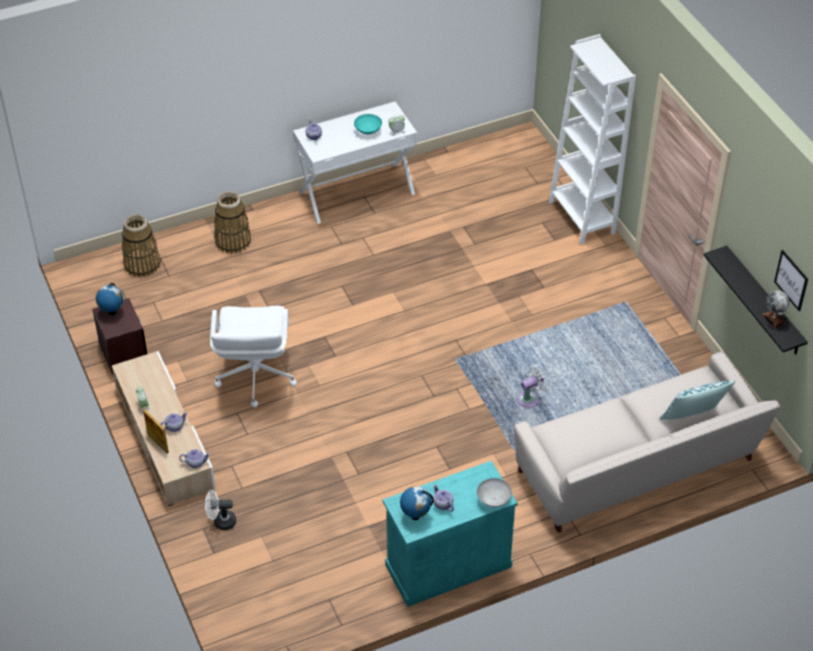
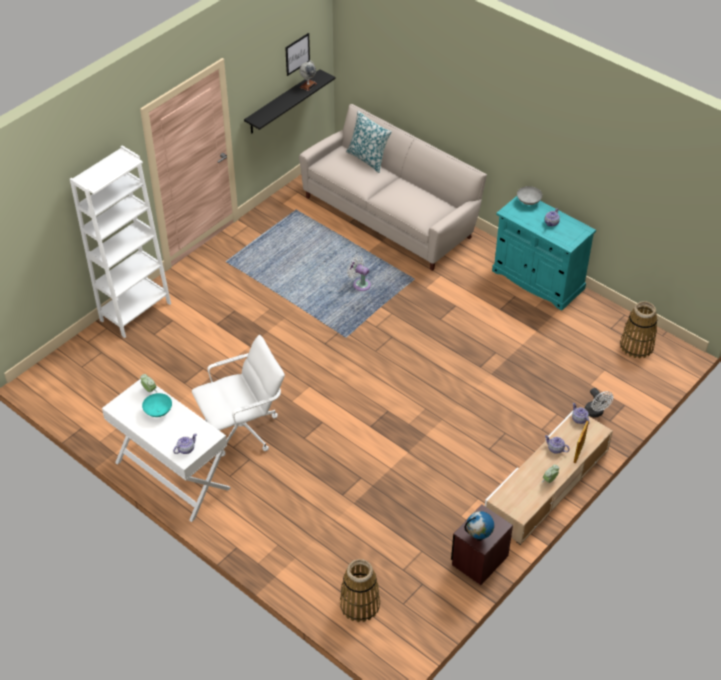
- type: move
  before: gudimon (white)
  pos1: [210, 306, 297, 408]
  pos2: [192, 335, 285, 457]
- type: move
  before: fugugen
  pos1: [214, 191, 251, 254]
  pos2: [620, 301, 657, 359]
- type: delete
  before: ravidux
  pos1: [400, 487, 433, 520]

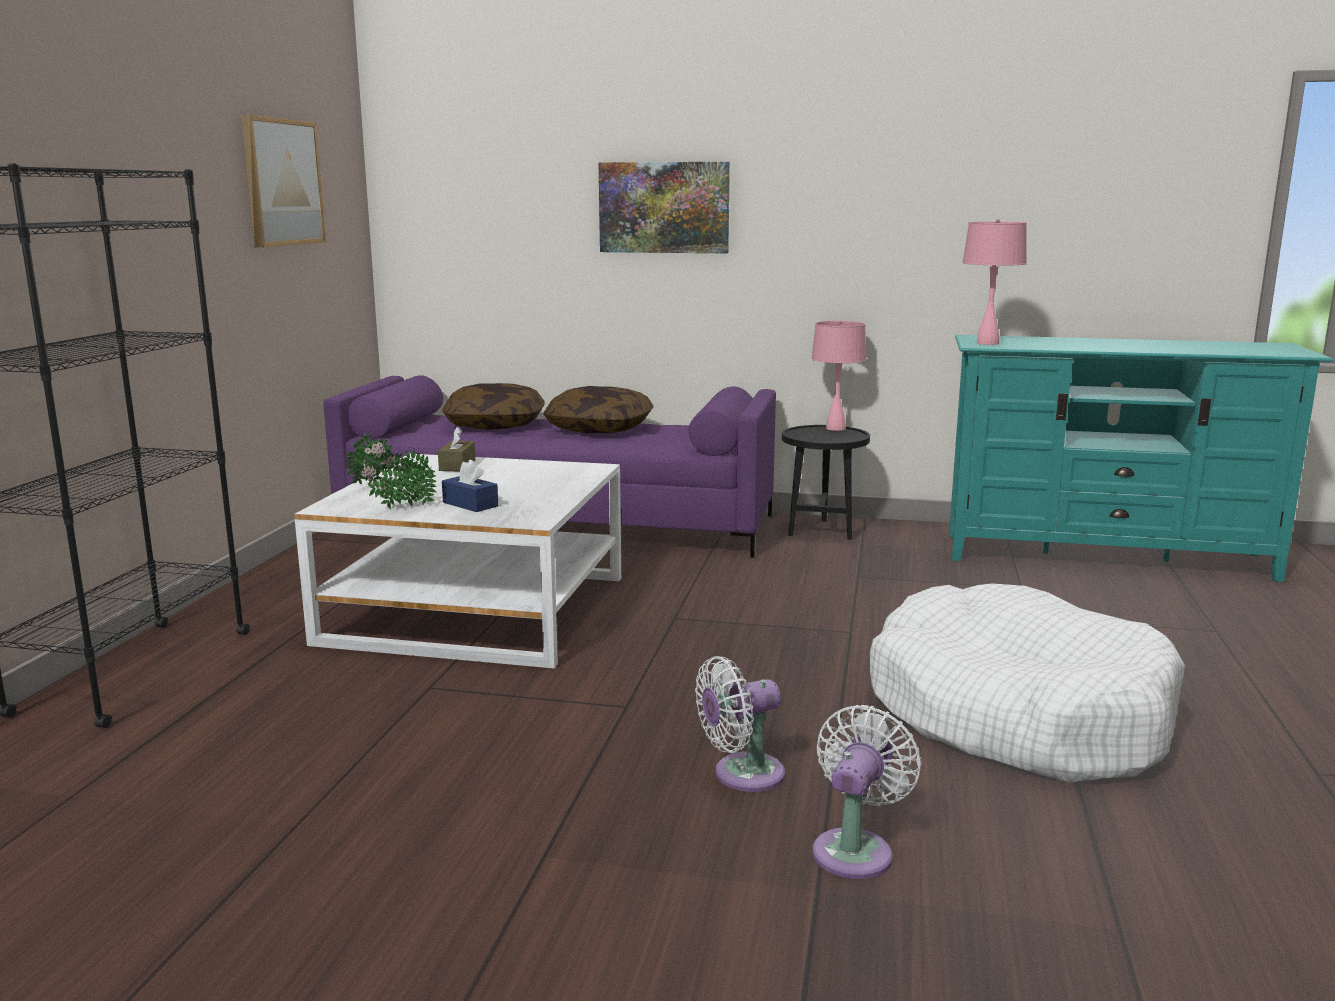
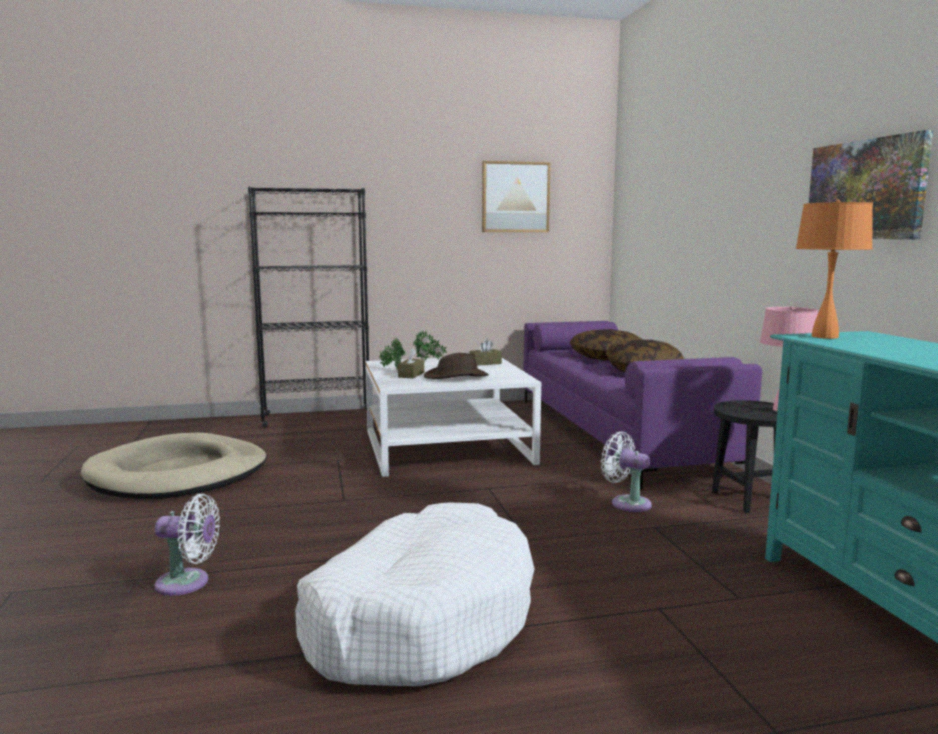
- type: recolor
  before: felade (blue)
  after: felade (brown)
  pos1: [442, 460, 498, 512]
  pos2: [398, 349, 424, 379]
- type: move
  before: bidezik
  pos1: [599, 162, 730, 253]
  pos2: [809, 130, 933, 239]
- type: move
  before: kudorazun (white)
  pos1: [695, 656, 785, 792]
  pos2: [601, 432, 652, 512]
- type: recolor
  before: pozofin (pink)
  after: pozofin (orange)
  pos1: [962, 219, 1027, 345]
  pos2: [796, 200, 873, 339]
- type: insert
  after: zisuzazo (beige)
  pos2: [81, 433, 266, 499]
- type: insert
  after: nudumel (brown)
  pos2: [424, 353, 489, 379]

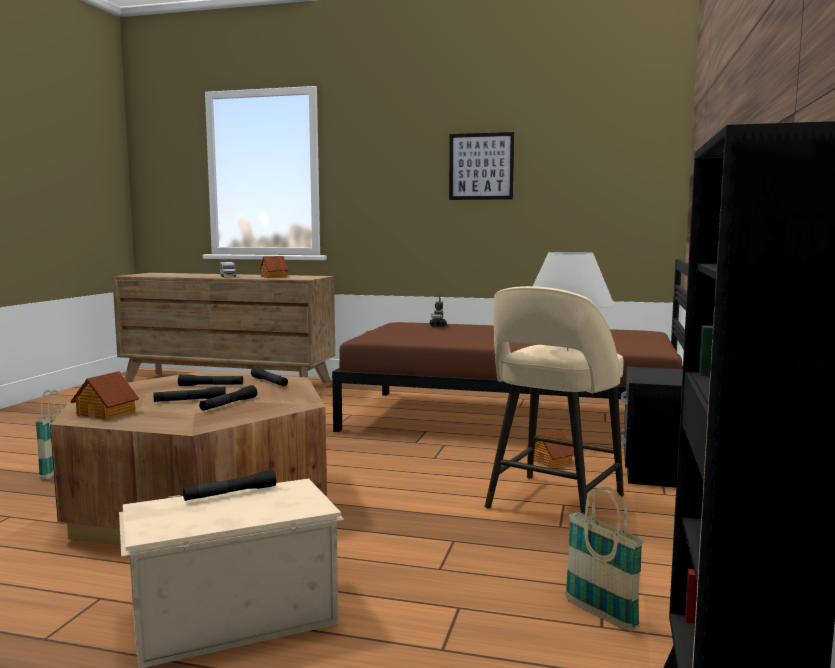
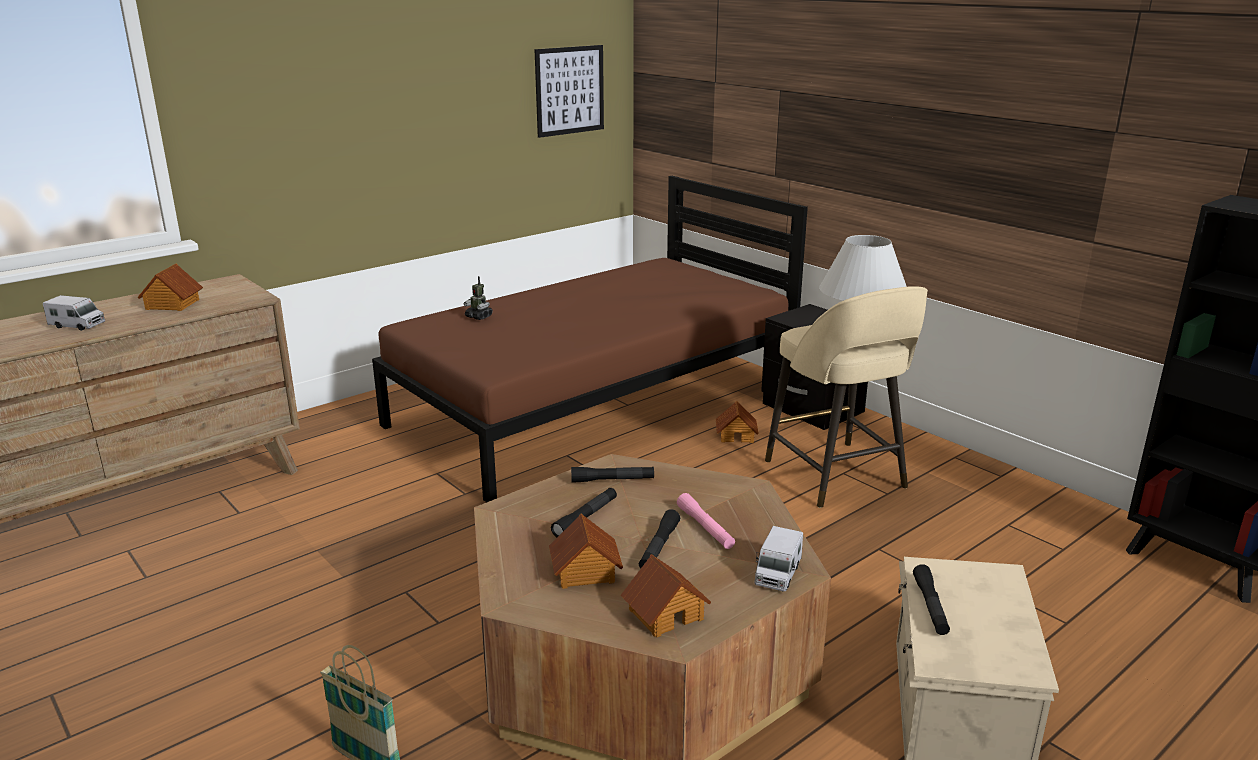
- type: recolor
  before: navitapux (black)
  after: navitapux (pink)
  pos1: [199, 385, 257, 411]
  pos2: [677, 493, 735, 549]
- type: move
  before: bidezik
  pos1: [449, 132, 514, 200]
  pos2: [535, 45, 604, 138]
- type: delete
  before: fugugen
  pos1: [565, 487, 644, 631]
- type: insert
  after: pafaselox
  pos2: [549, 514, 623, 589]
- type: insert
  after: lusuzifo
  pos2: [754, 526, 803, 592]

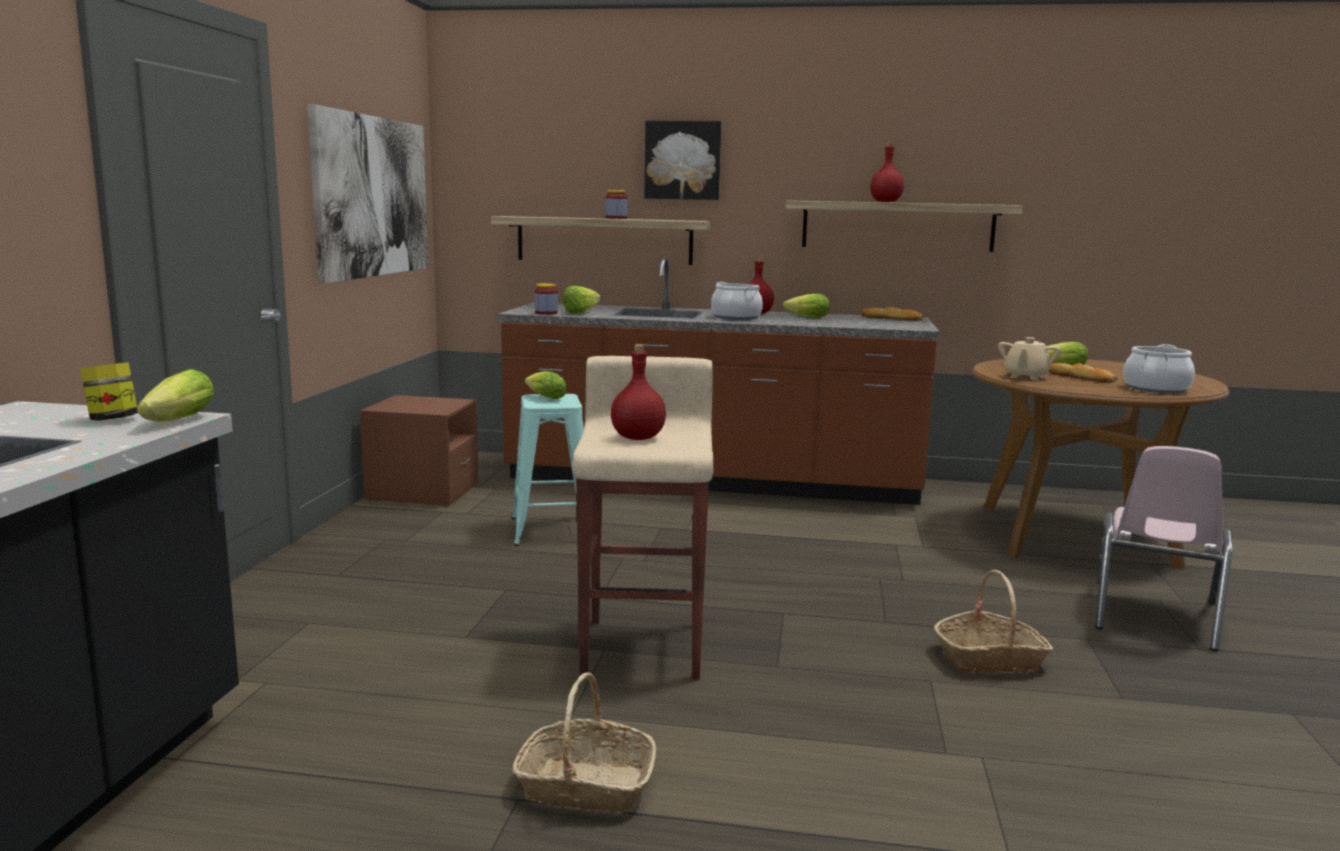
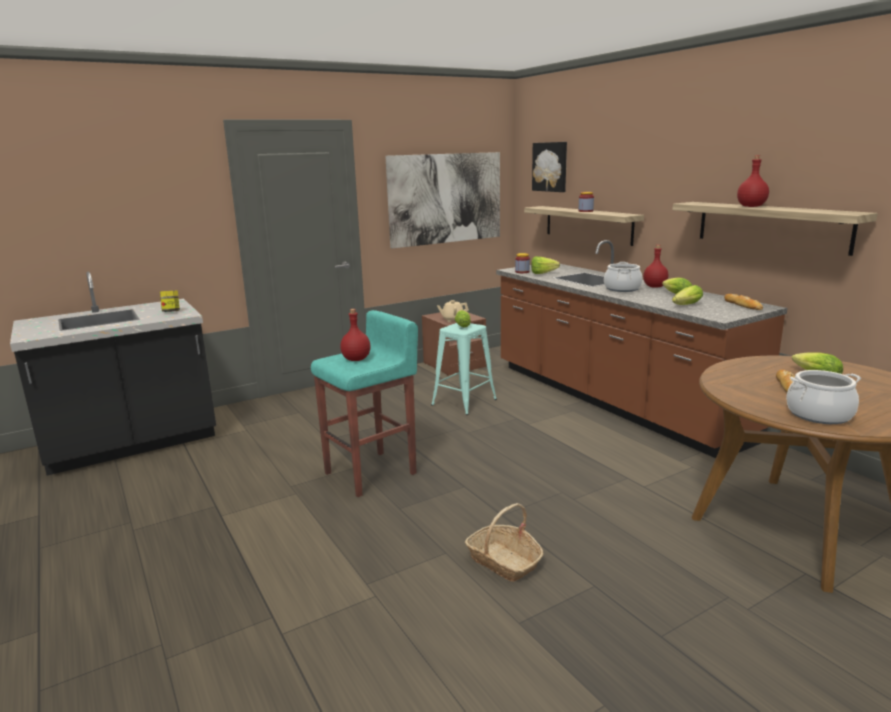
- type: move
  before: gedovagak
  pos1: [137, 369, 214, 421]
  pos2: [672, 285, 703, 305]
- type: delete
  before: fugugen
  pos1: [512, 672, 656, 814]
- type: recolor
  before: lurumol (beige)
  after: lurumol (turquoise)
  pos1: [573, 356, 713, 680]
  pos2: [311, 310, 418, 497]
- type: move
  before: bidezik
  pos1: [644, 121, 721, 200]
  pos2: [532, 142, 567, 192]
- type: move
  before: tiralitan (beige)
  pos1: [998, 337, 1061, 381]
  pos2: [437, 300, 469, 322]
- type: delete
  before: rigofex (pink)
  pos1: [1095, 446, 1233, 651]

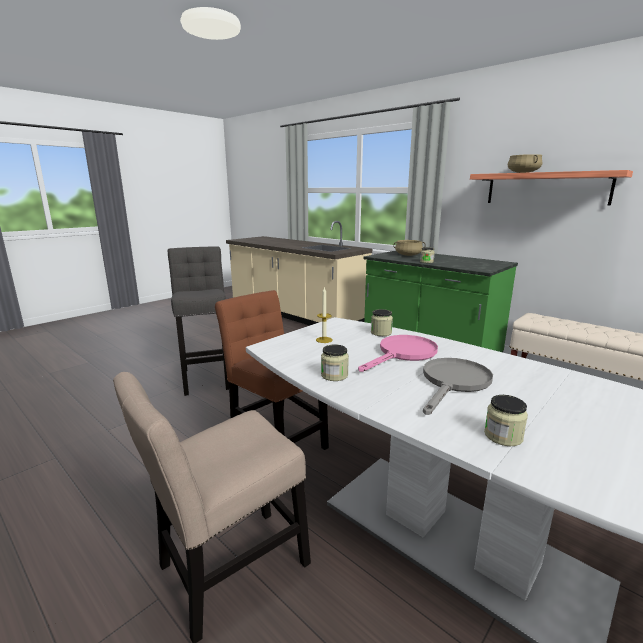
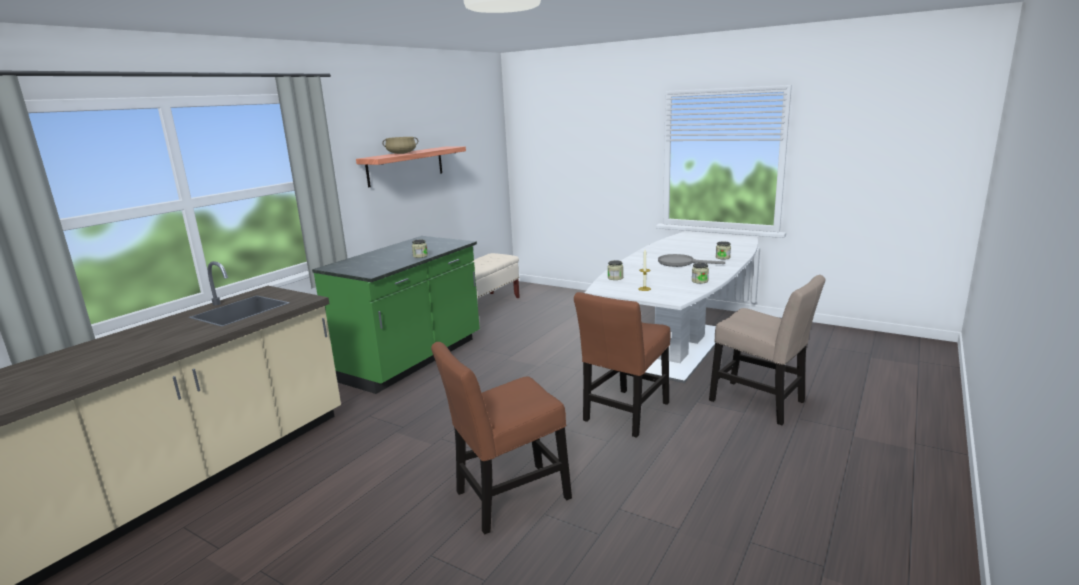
- type: replace
  before: lurumol (grey)
  after: rigofex (brown)
  pos1: [168, 247, 229, 396]
  pos2: [431, 342, 572, 535]
- type: delete
  before: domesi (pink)
  pos1: [358, 335, 438, 372]
- type: delete
  before: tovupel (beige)
  pos1: [393, 240, 426, 256]

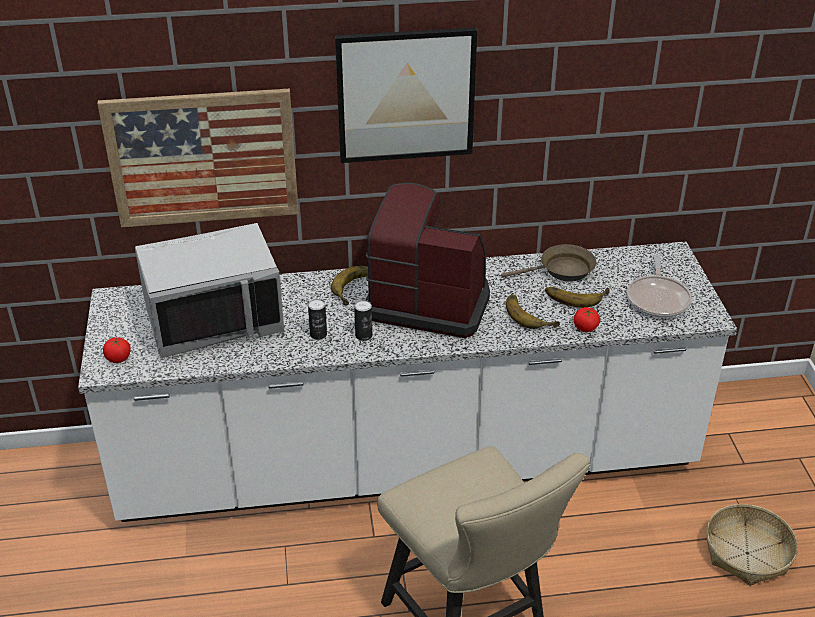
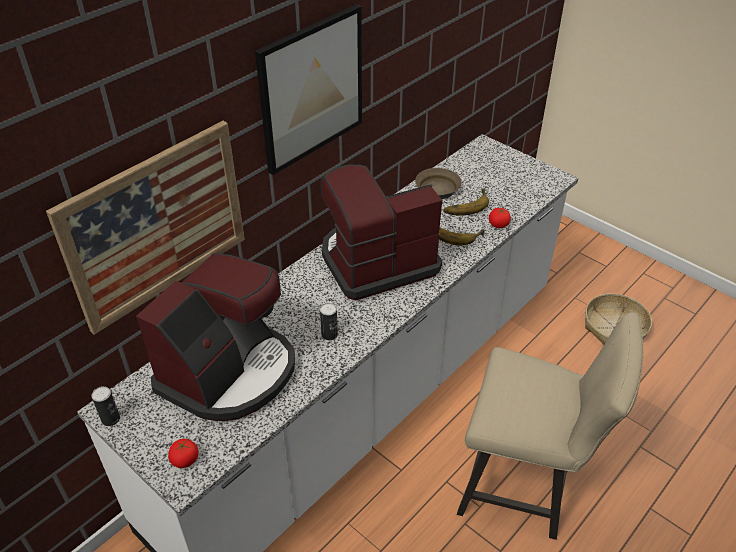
- type: replace
  before: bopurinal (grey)
  after: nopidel
  pos1: [135, 223, 284, 358]
  pos2: [136, 253, 295, 421]
- type: delete
  before: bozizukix
  pos1: [331, 266, 368, 305]
- type: move
  before: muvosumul
  pos1: [354, 300, 372, 341]
  pos2: [92, 386, 120, 426]
- type: delete
  before: domesi
  pos1: [627, 255, 692, 318]

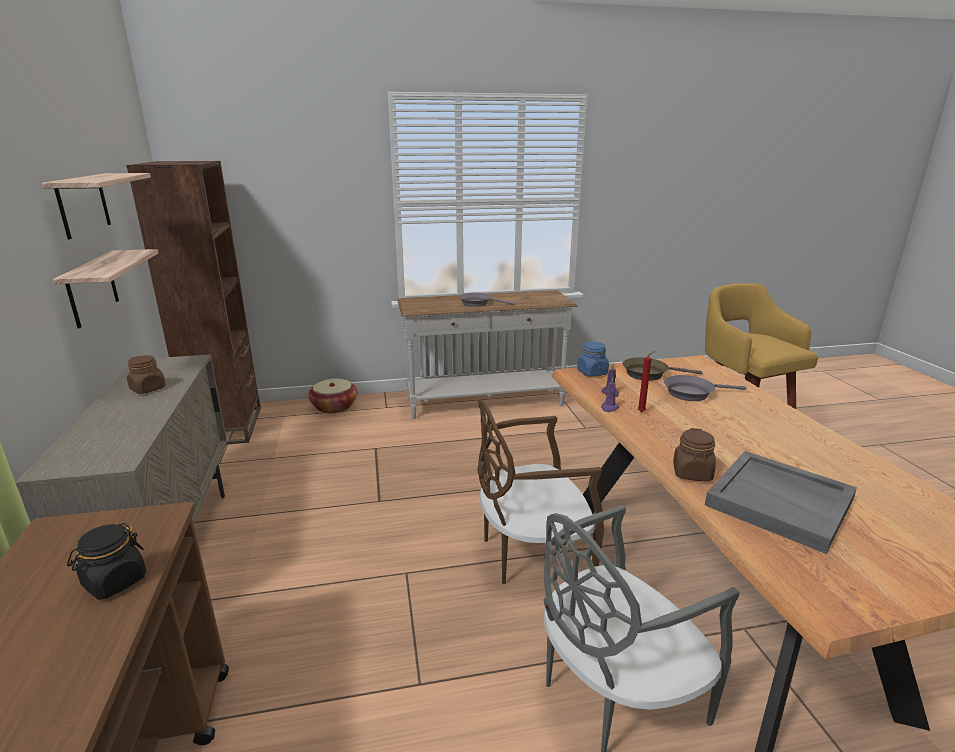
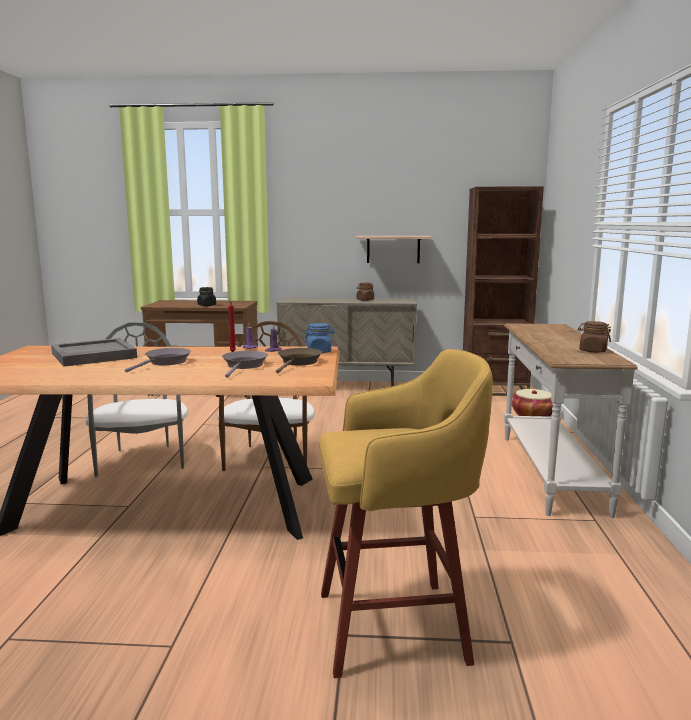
- type: delete
  before: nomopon
  pos1: [42, 173, 151, 239]
- type: move
  before: domesi (grey)
  pos1: [459, 293, 515, 307]
  pos2: [125, 348, 191, 373]
- type: move
  before: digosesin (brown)
  pos1: [673, 428, 716, 481]
  pos2: [577, 321, 611, 353]

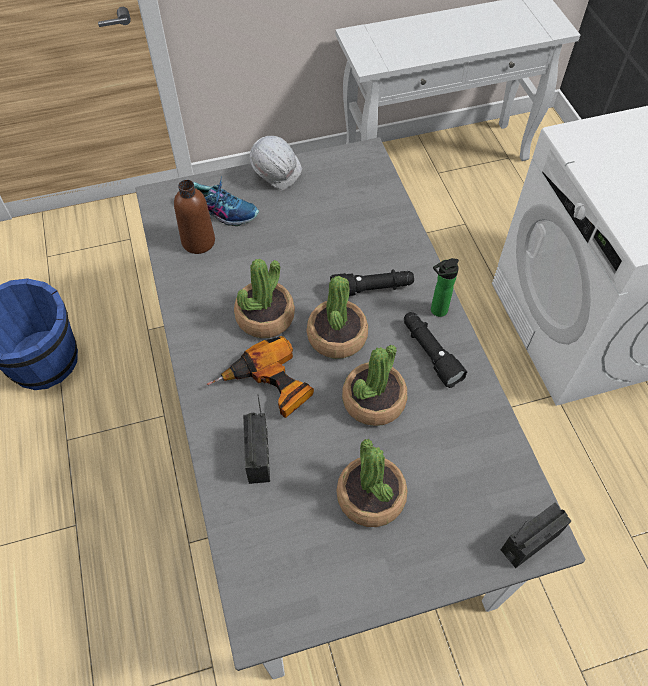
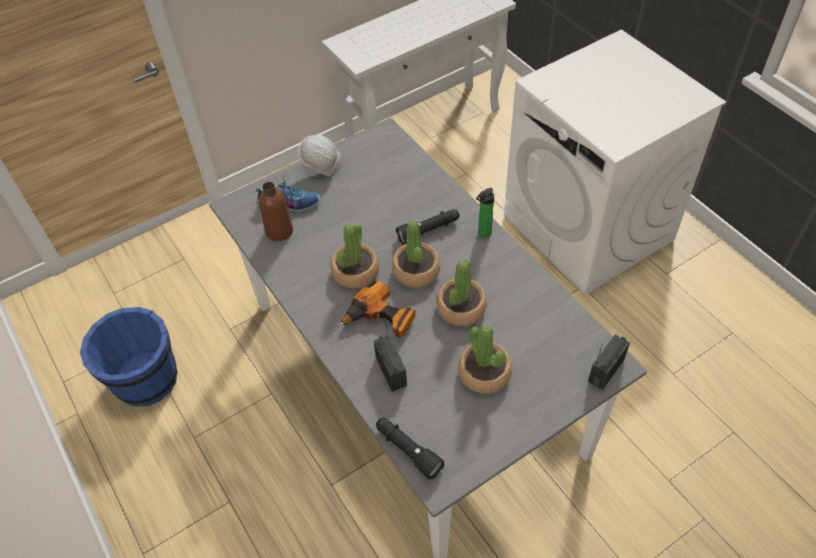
- type: move
  before: navitapux (black)
  pos1: [404, 312, 468, 388]
  pos2: [376, 418, 444, 480]

